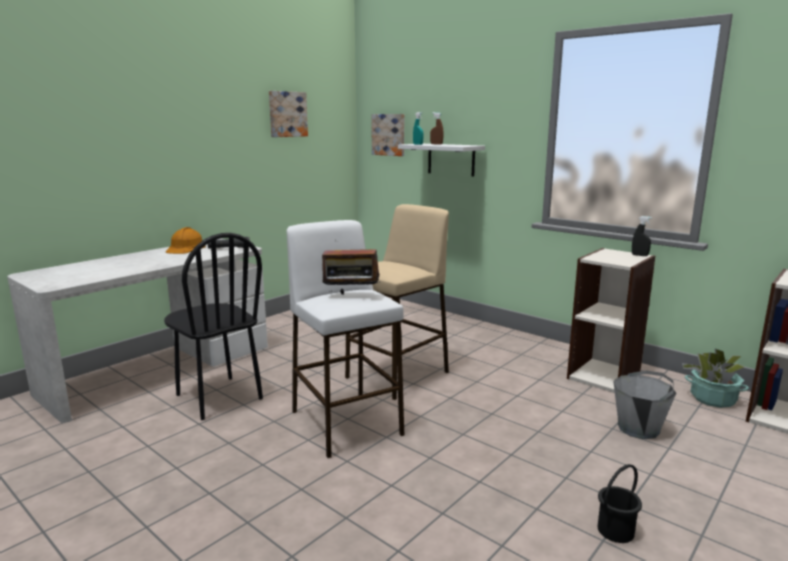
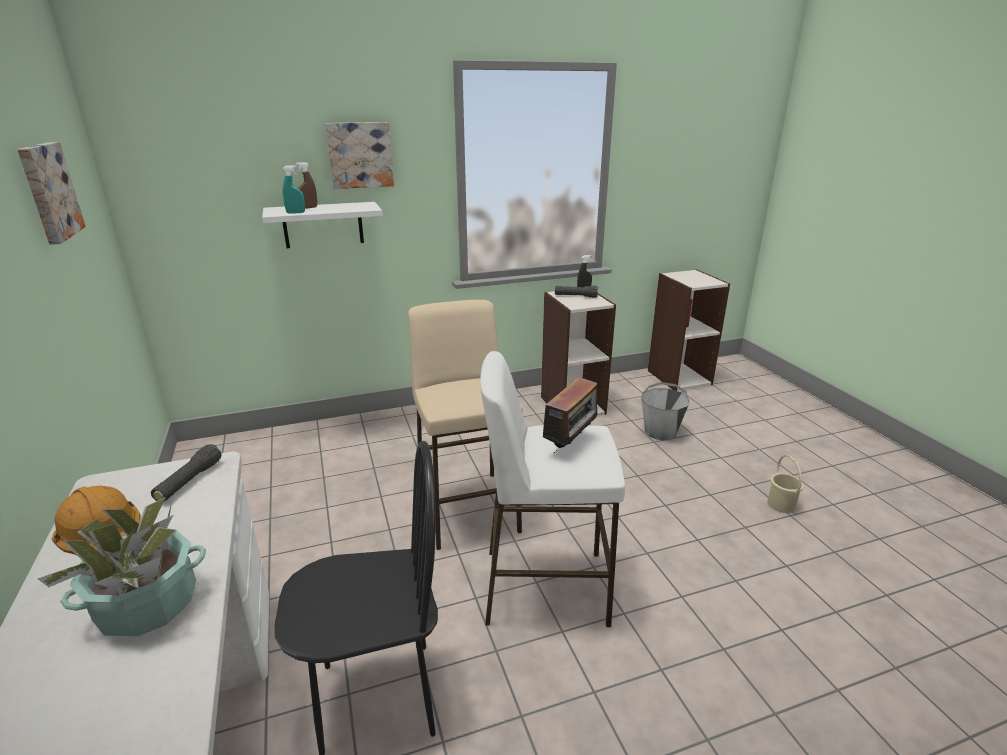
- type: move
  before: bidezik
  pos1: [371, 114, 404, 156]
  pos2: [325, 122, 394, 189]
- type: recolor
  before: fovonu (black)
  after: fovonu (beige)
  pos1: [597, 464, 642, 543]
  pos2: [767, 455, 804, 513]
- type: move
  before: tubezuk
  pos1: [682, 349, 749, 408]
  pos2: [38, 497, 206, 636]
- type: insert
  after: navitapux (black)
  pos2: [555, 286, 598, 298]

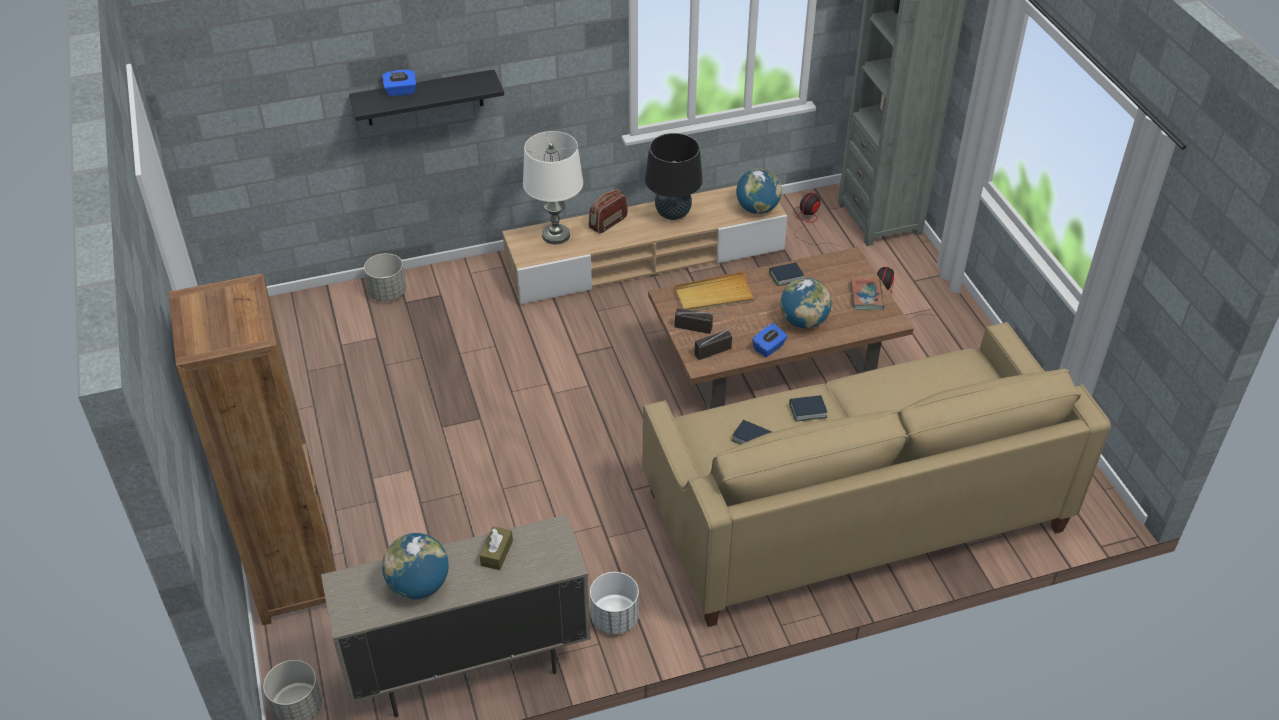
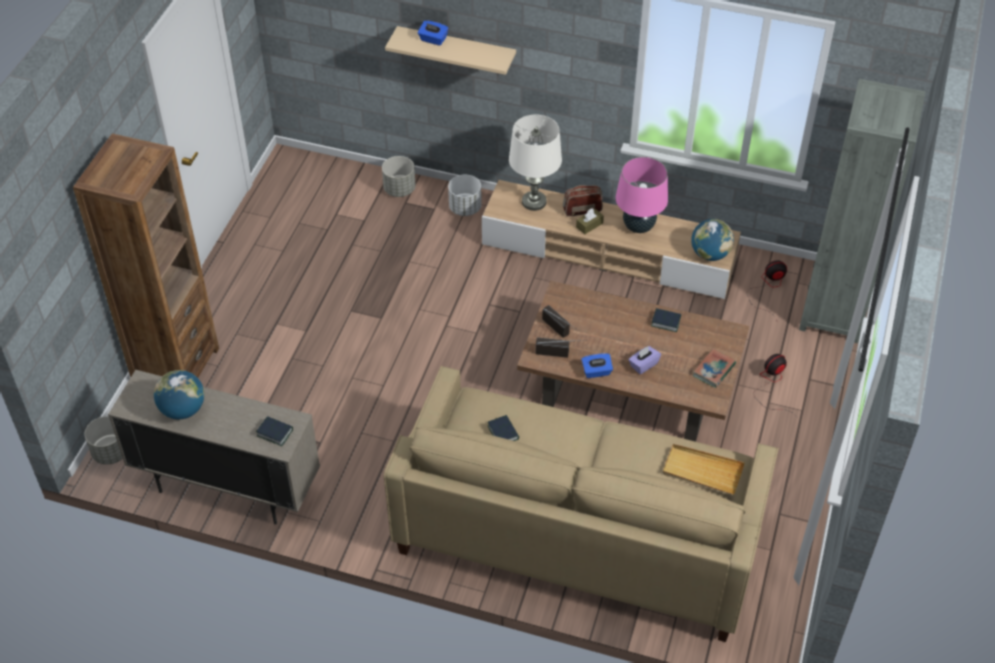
- type: recolor
  before: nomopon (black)
  after: nomopon (beige)
  pos1: [349, 69, 504, 125]
  pos2: [385, 26, 516, 75]
- type: move
  before: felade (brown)
  pos1: [479, 526, 513, 570]
  pos2: [576, 209, 604, 234]
- type: move
  before: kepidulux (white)
  pos1: [590, 572, 639, 634]
  pos2: [448, 175, 481, 216]
- type: recolor
  before: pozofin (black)
  after: pozofin (pink)
  pos1: [645, 133, 703, 220]
  pos2: [616, 157, 668, 233]
- type: move
  before: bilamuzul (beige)
  pos1: [674, 272, 756, 311]
  pos2: [663, 444, 745, 495]
- type: replace
  before: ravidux
  after: felade (purple)
  pos1: [780, 278, 832, 328]
  pos2: [628, 346, 661, 374]
- type: move
  before: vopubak
  pos1: [789, 395, 827, 421]
  pos2: [256, 416, 293, 446]

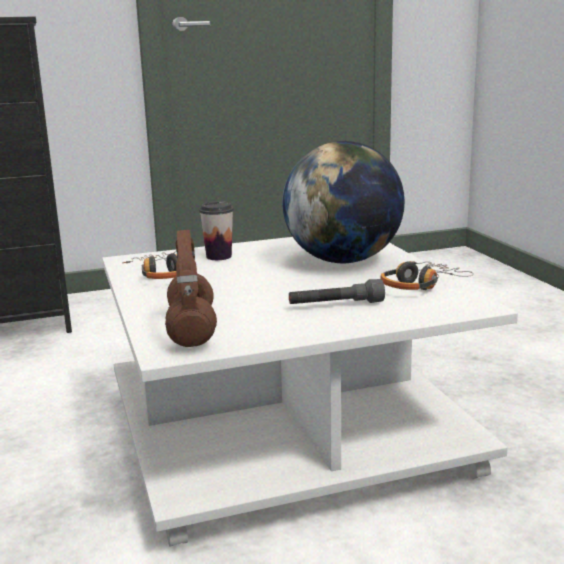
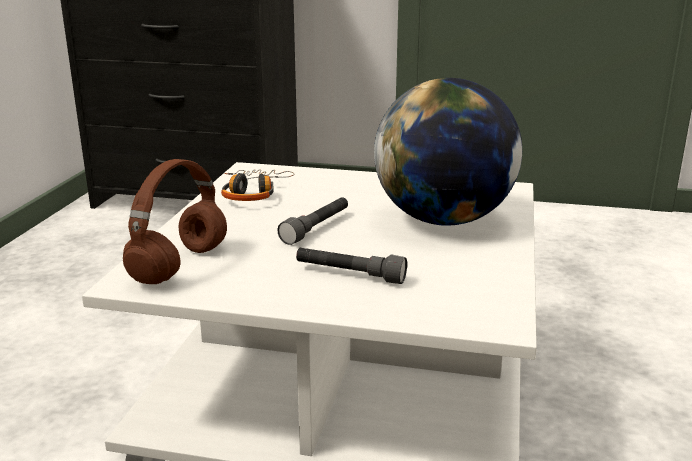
- type: delete
  before: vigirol
  pos1: [199, 201, 234, 260]
- type: delete
  before: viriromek
  pos1: [380, 261, 474, 290]
- type: insert
  after: navitapux (grey)
  pos2: [278, 197, 348, 245]

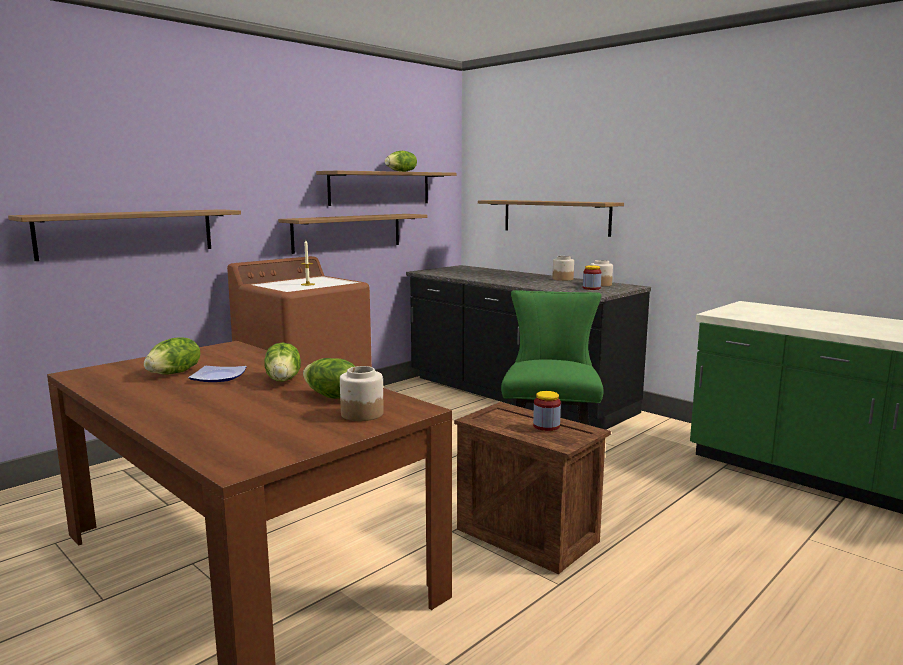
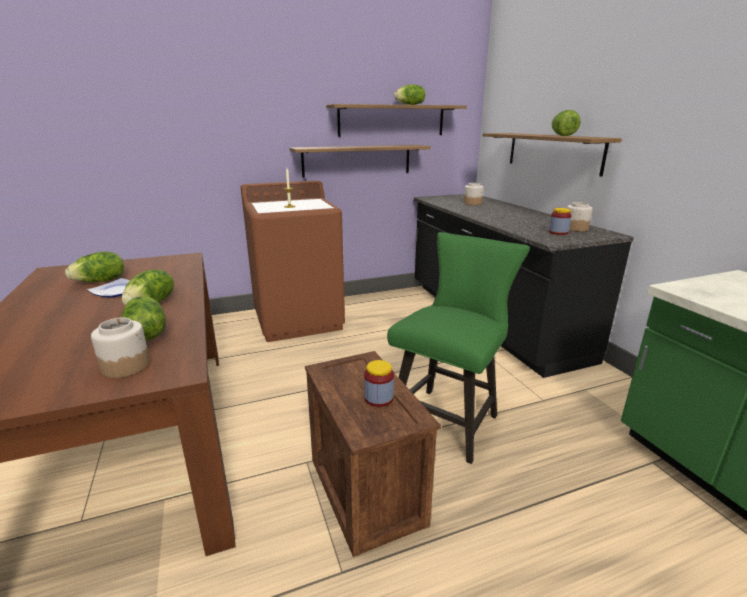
- type: delete
  before: nomopon
  pos1: [8, 209, 241, 261]
- type: move
  before: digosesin
  pos1: [552, 256, 574, 281]
  pos2: [464, 183, 483, 205]
- type: insert
  after: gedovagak
  pos2: [552, 110, 580, 136]

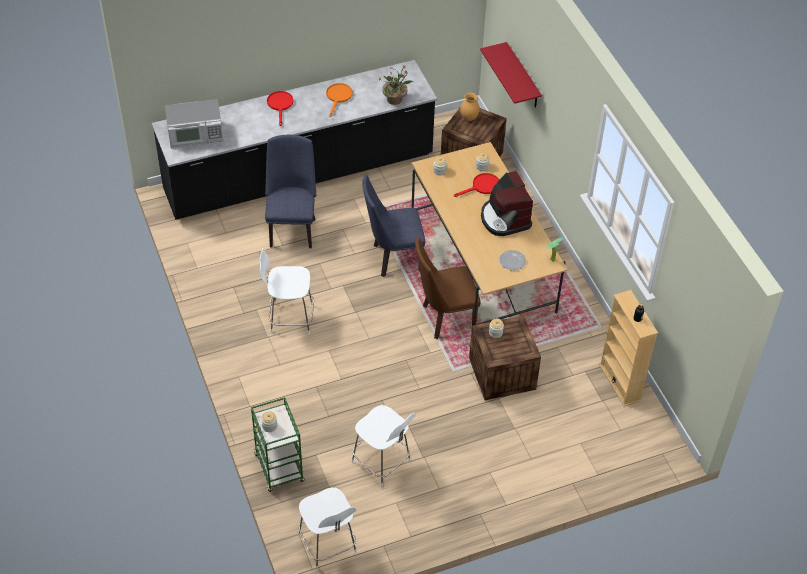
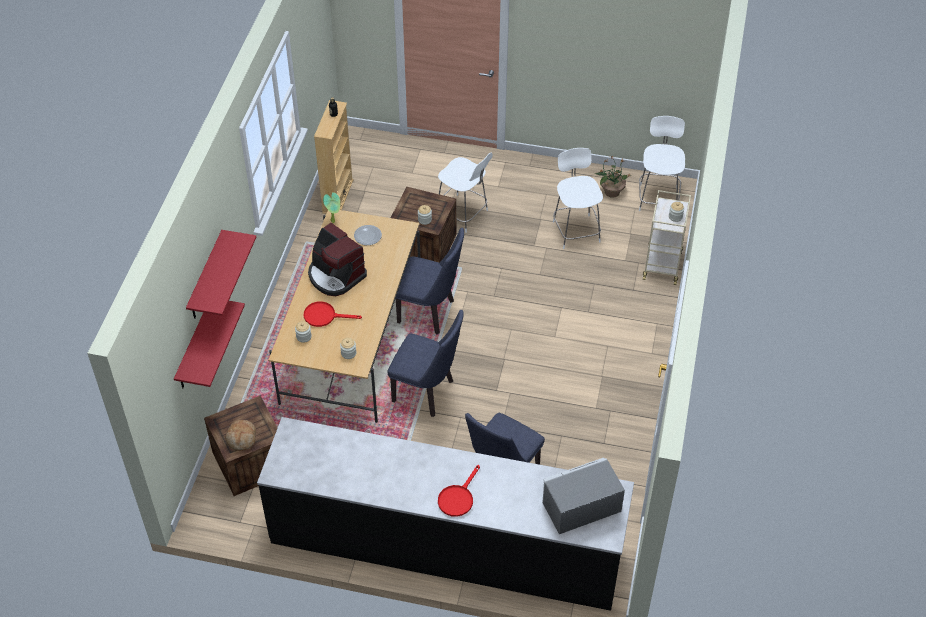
- type: rotate
  before: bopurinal
  pos1: [165, 99, 223, 149]
  pos2: [542, 458, 625, 534]
  turn: -45
- type: recolor
  before: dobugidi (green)
  after: dobugidi (beige)
  pos1: [251, 397, 304, 492]
  pos2: [643, 190, 691, 285]
- type: move
  before: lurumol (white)
  pos1: [260, 248, 314, 334]
  pos2: [438, 153, 493, 233]
- type: delete
  before: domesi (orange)
  pos1: [326, 83, 353, 117]
- type: move
  before: tubezuk
  pos1: [378, 67, 413, 105]
  pos2: [595, 155, 631, 198]
- type: recolor
  before: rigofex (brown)
  after: rigofex (blue)
  pos1: [415, 237, 481, 339]
  pos2: [396, 228, 464, 335]
- type: replace
  before: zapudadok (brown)
  after: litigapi
  pos1: [460, 93, 480, 121]
  pos2: [225, 420, 256, 451]
- type: rotate
  before: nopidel
  pos1: [481, 171, 533, 236]
  pos2: [308, 223, 367, 296]
  turn: 120
- type: insert
  after: nomopon (red)
  pos2: [186, 230, 256, 319]

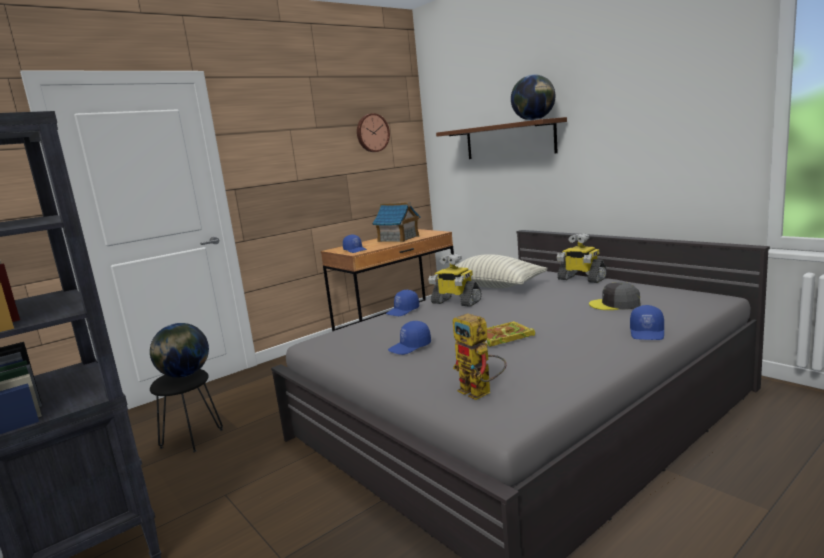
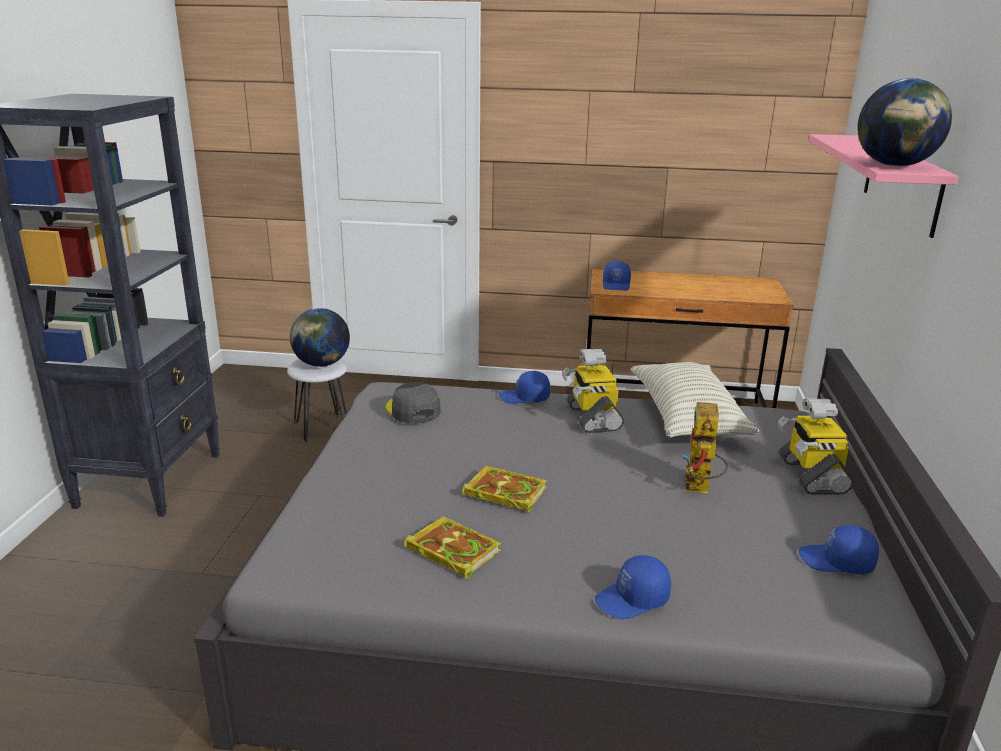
- type: recolor
  before: lurumol (black)
  after: lurumol (white)
  pos1: [150, 369, 223, 452]
  pos2: [287, 359, 347, 443]
- type: delete
  before: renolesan
  pos1: [357, 113, 390, 152]
- type: delete
  before: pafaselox
  pos1: [372, 202, 421, 242]
- type: move
  before: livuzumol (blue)
  pos1: [388, 321, 431, 355]
  pos2: [799, 525, 879, 574]
- type: recolor
  before: nomopon (brown)
  after: nomopon (pink)
  pos1: [436, 117, 567, 159]
  pos2: [808, 134, 958, 238]
- type: move
  before: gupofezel
  pos1: [453, 313, 506, 400]
  pos2: [683, 402, 728, 493]
- type: move
  before: livuzumol (grey)
  pos1: [589, 282, 641, 310]
  pos2: [386, 382, 441, 424]
- type: insert
  after: vopubak
  pos2: [404, 516, 501, 579]

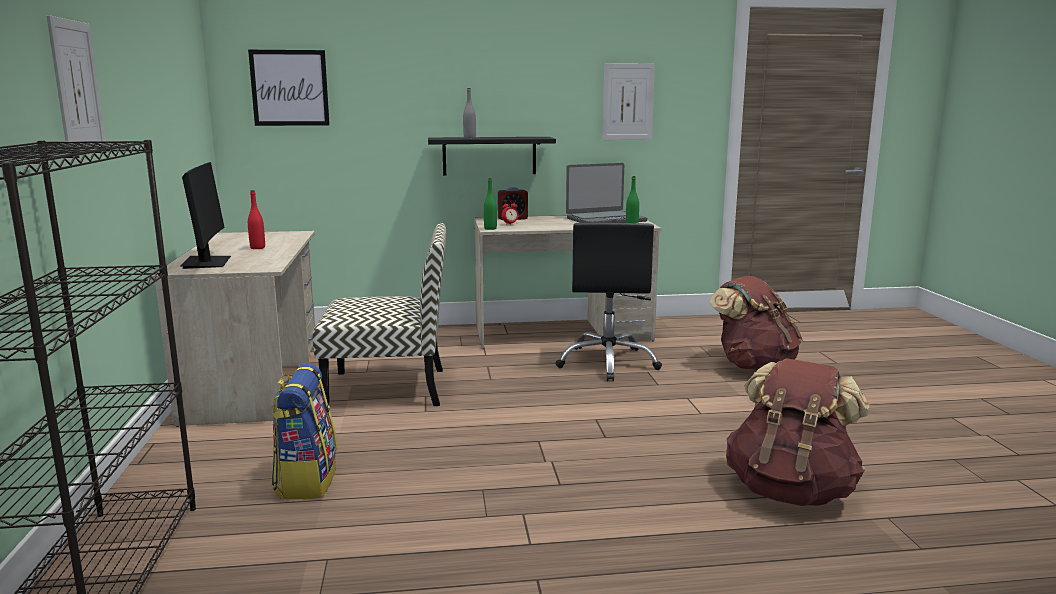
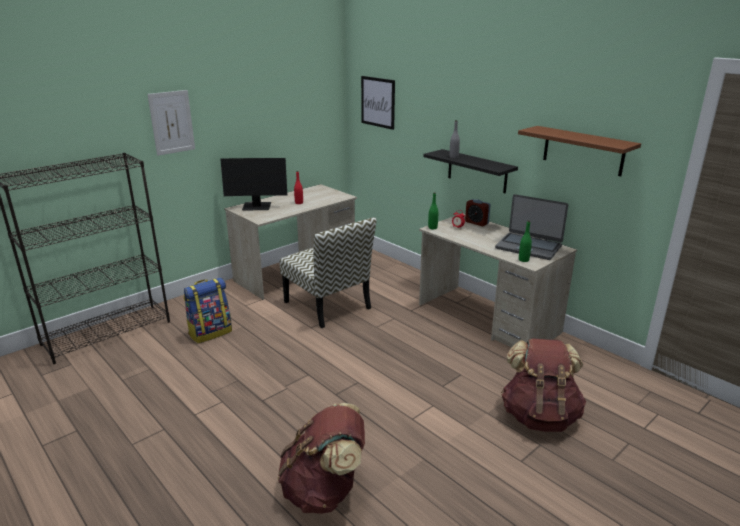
- type: rotate
  before: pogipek
  pos1: [180, 162, 231, 269]
  pos2: [220, 158, 287, 211]
  turn: 45
- type: delete
  before: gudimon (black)
  pos1: [556, 223, 662, 381]
- type: replace
  before: bidezik
  after: nomopon (brown)
  pos1: [602, 63, 655, 140]
  pos2: [518, 126, 641, 176]

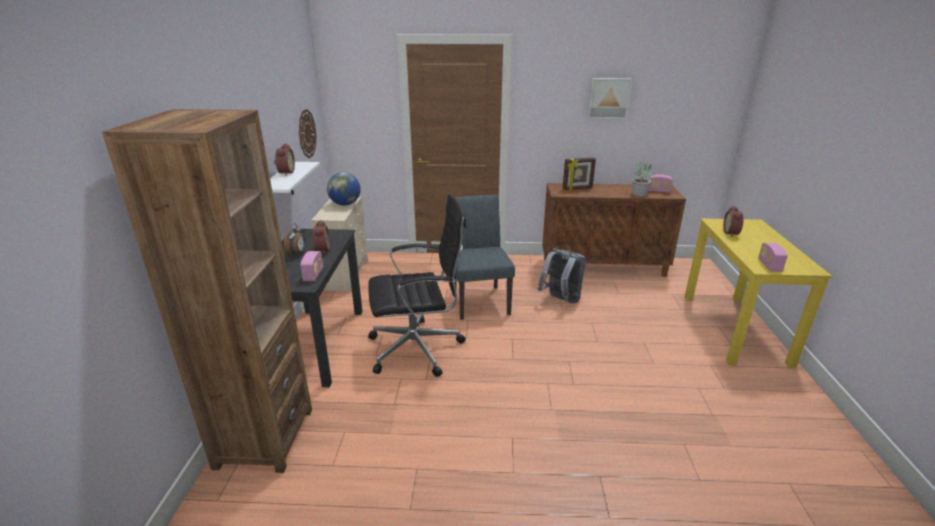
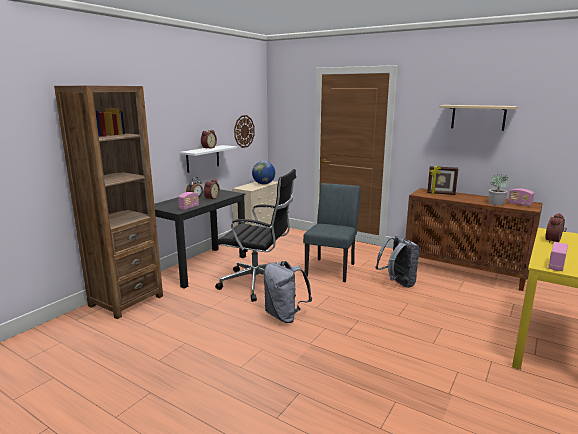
- type: replace
  before: bidezik
  after: nomopon (beige)
  pos1: [587, 78, 632, 119]
  pos2: [439, 105, 518, 131]
- type: insert
  after: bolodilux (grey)
  pos2: [264, 261, 312, 323]

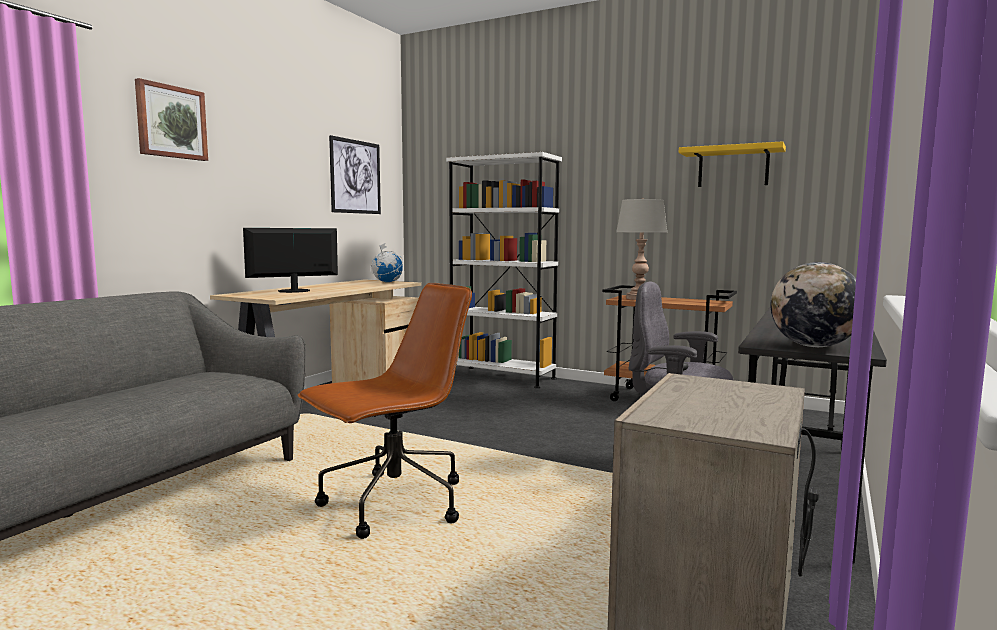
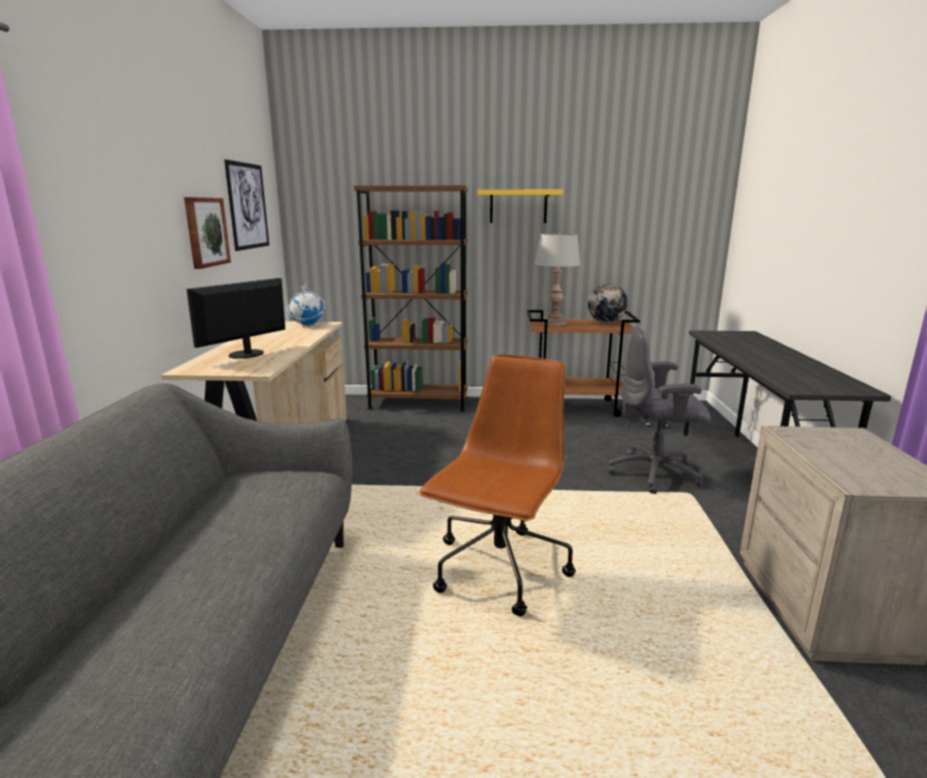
- type: move
  before: bidezik
  pos1: [135, 78, 208, 161]
  pos2: [184, 197, 231, 269]
- type: recolor
  before: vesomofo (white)
  after: vesomofo (brown)
  pos1: [446, 152, 562, 388]
  pos2: [354, 186, 468, 412]
- type: move
  before: nomopon (yellow)
  pos1: [679, 141, 786, 187]
  pos2: [478, 190, 563, 223]
- type: move
  before: ravidux
  pos1: [771, 262, 856, 347]
  pos2: [588, 284, 628, 323]

